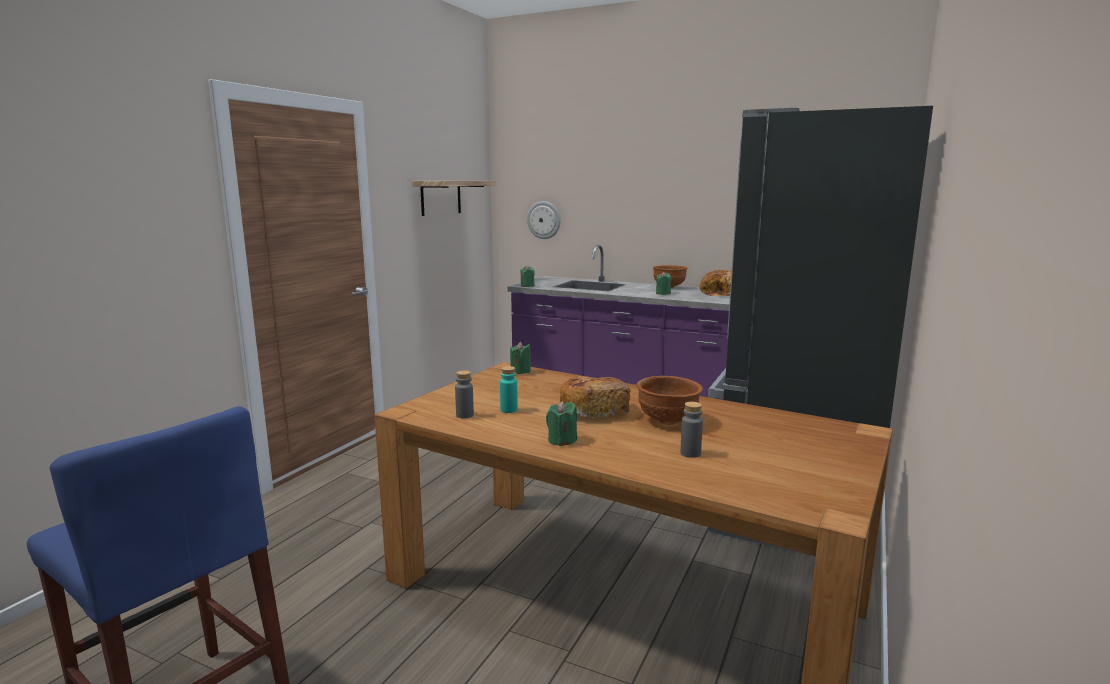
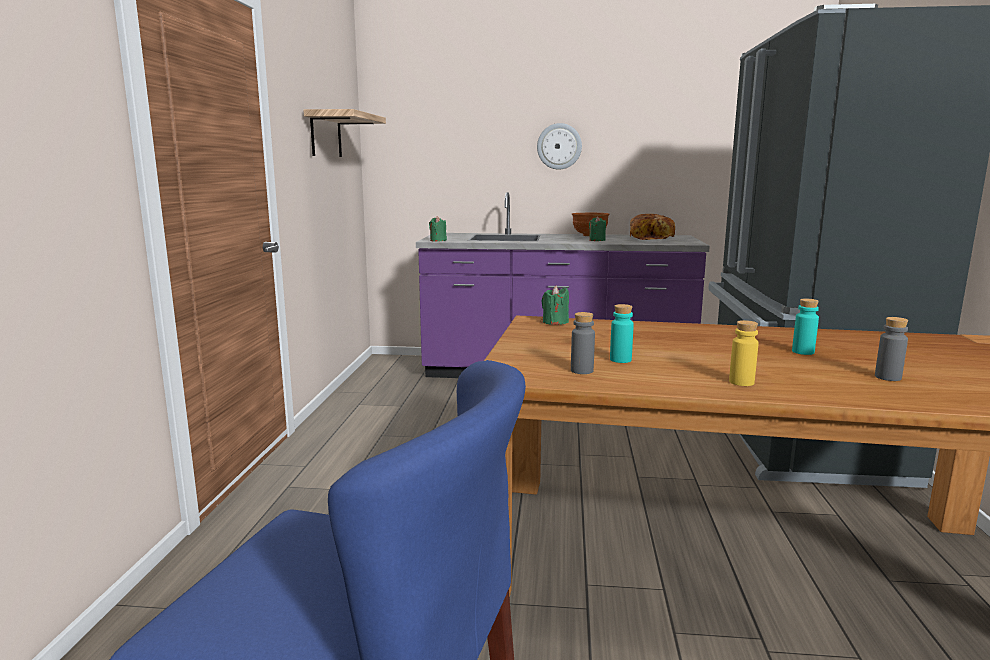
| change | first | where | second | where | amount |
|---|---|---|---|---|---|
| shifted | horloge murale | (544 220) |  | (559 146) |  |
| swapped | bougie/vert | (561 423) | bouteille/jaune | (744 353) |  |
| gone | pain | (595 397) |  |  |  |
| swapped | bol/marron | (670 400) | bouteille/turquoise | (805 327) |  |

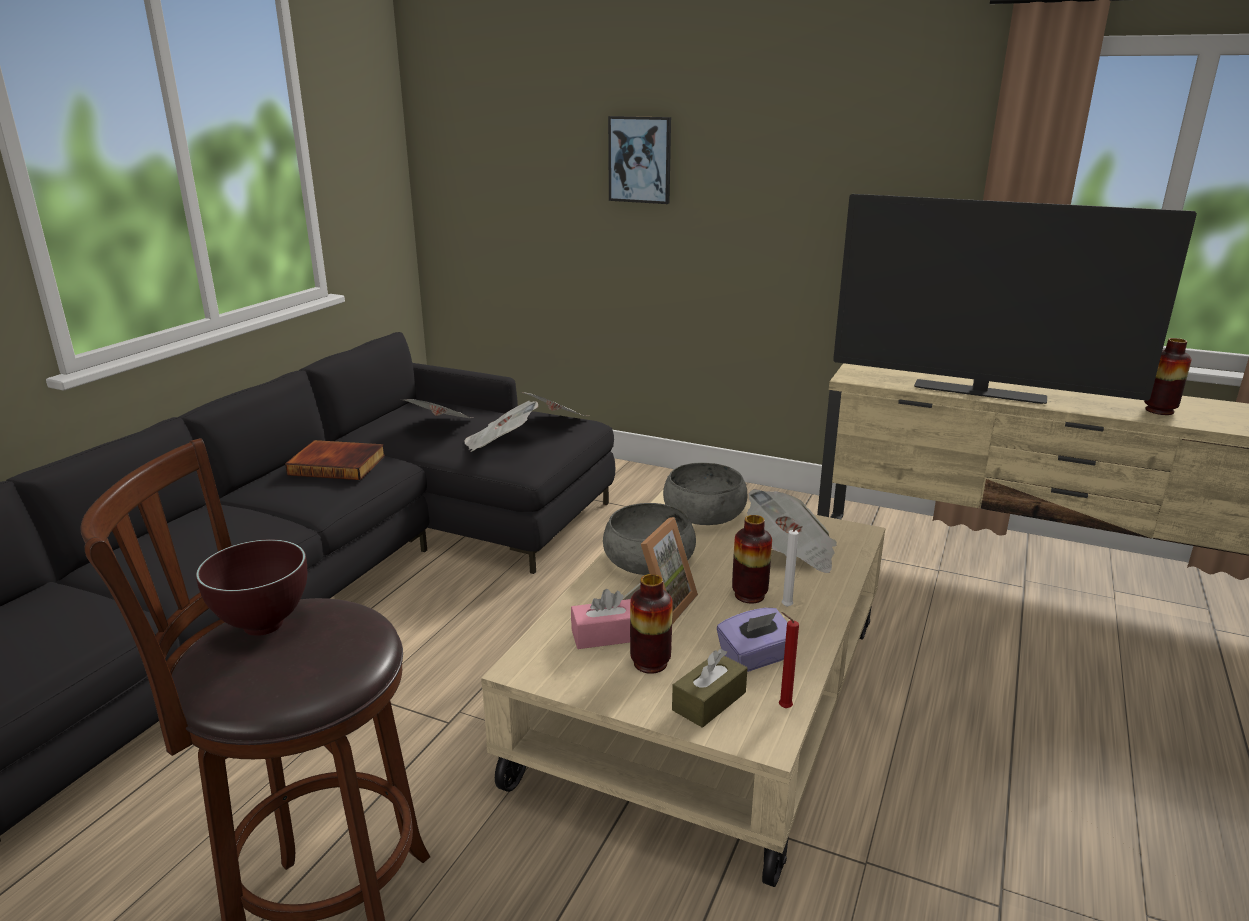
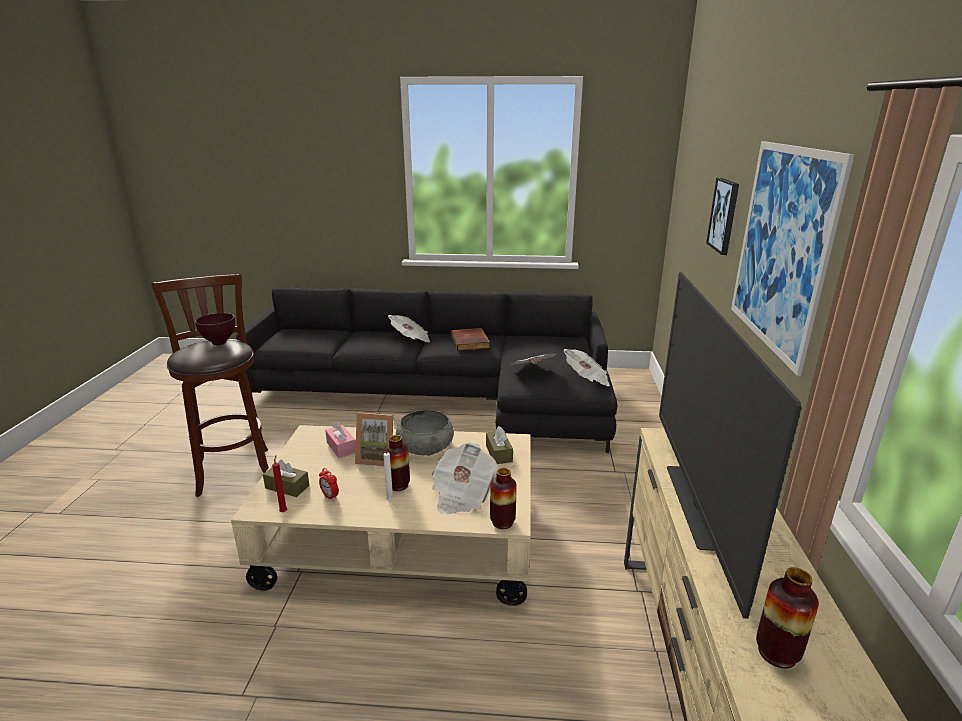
| change | first | where | second | where | amount |
|---|---|---|---|---|---|
| shifted | journal | (436 408) |  | (409 328) |  |
| shifted | vase | (651 624) |  | (503 498) |  |
| swapped | bol/gris | (705 494) | boîte à mouchoirs/marron | (499 445) |  |
| swapped | boîte à mouchoirs/violet | (752 640) | réveil | (329 484) |  |
| new |  |  | tableau | (793 258) |  |

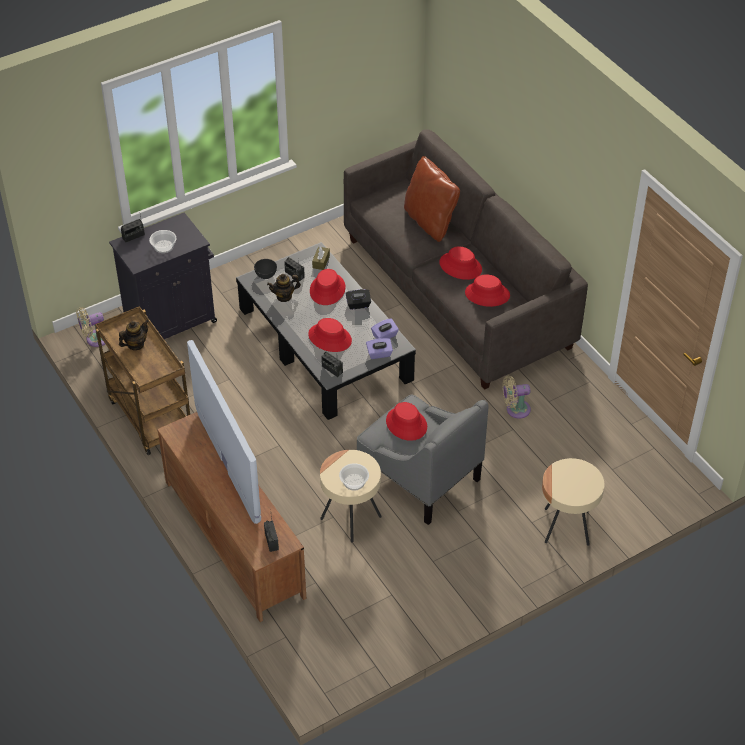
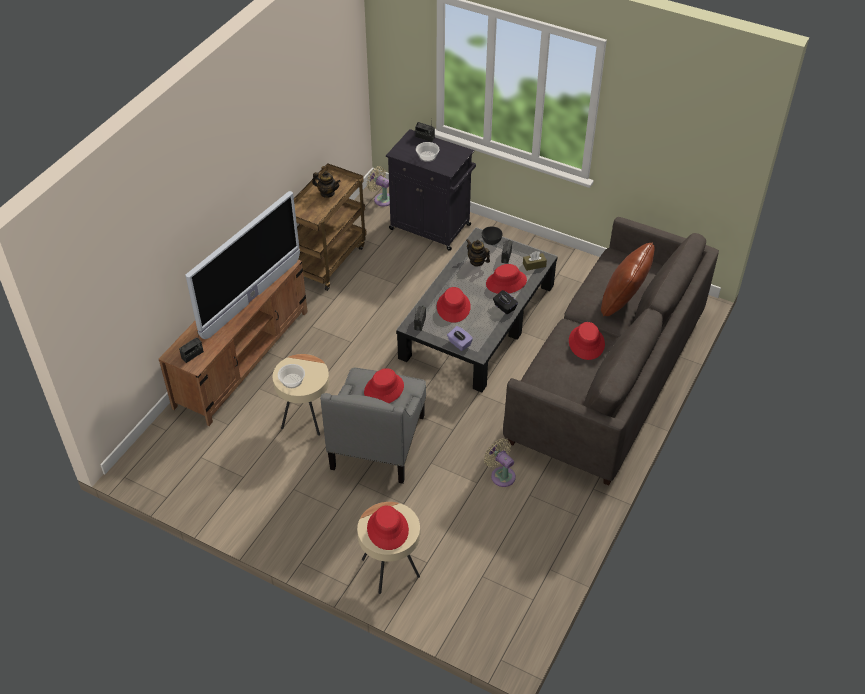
| change | first | where | second | where | amount |
|---|---|---|---|---|---|
| gone | boîte à mouchoirs/violet | (385 328) |  |  |  |
| shifted | chapeau/rouge | (487 290) |  | (388 528) |  |

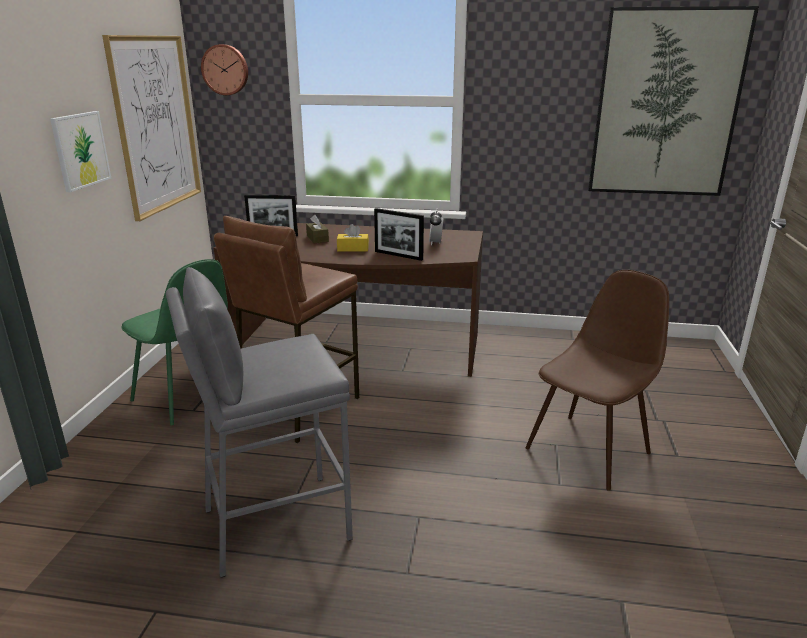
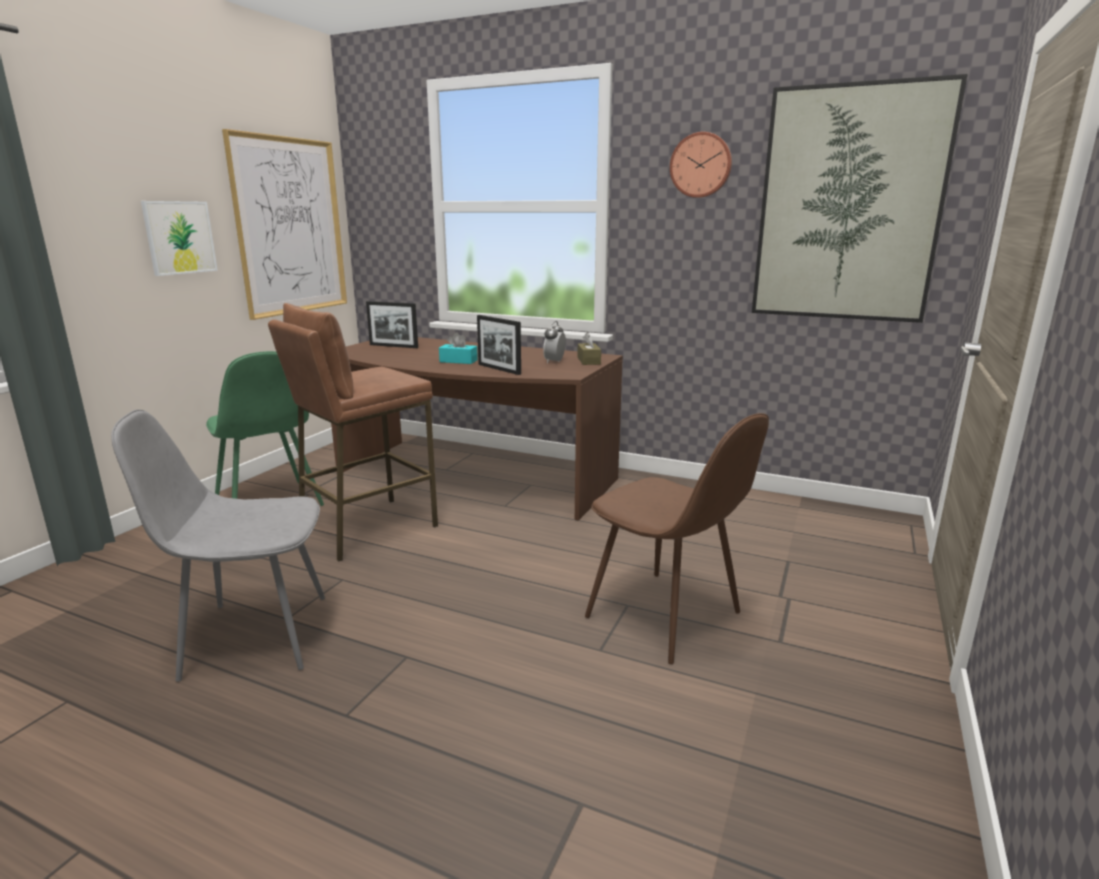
| change | first | where | second | where | amount |
|---|---|---|---|---|---|
| swapped | tabouret/gris | (259 422) | chaise/gris | (218 545) |  |
| shifted | horloge murale | (224 69) |  | (701 165) |  |
| shifted | boîte à mouchoirs/marron | (317 229) |  | (589 348) |  |
| repainted | boîte à mouchoirs/jaune | (353 238) | boîte à mouchoirs/turquoise | (458 348) |  |
| rotated | chaise/marron | (597 380) |  | (677 538) | 75 degrees clockwise |

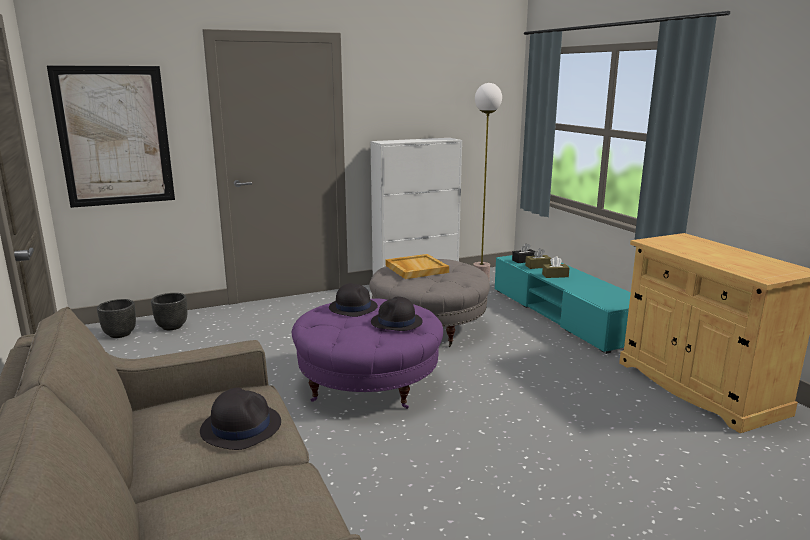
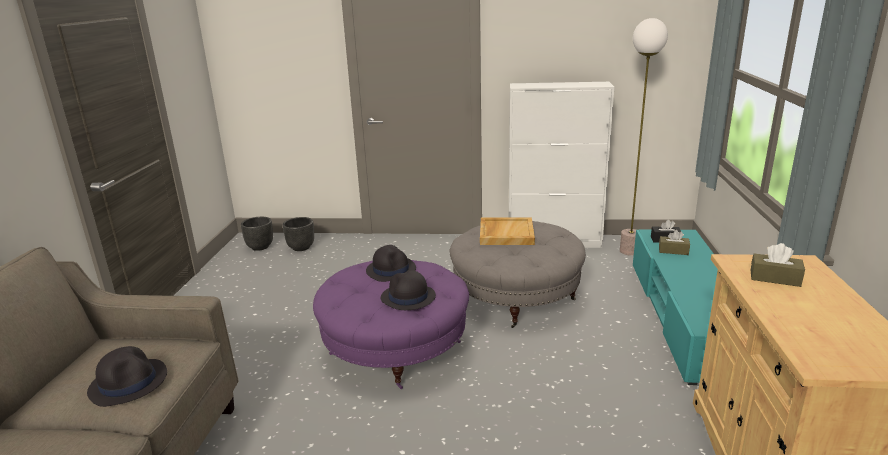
| change | first | where | second | where | amount |
|---|---|---|---|---|---|
| gone | tableau | (111 137) |  |  |  |
| shifted | boîte à mouchoirs/marron | (556 267) |  | (778 265) |  |

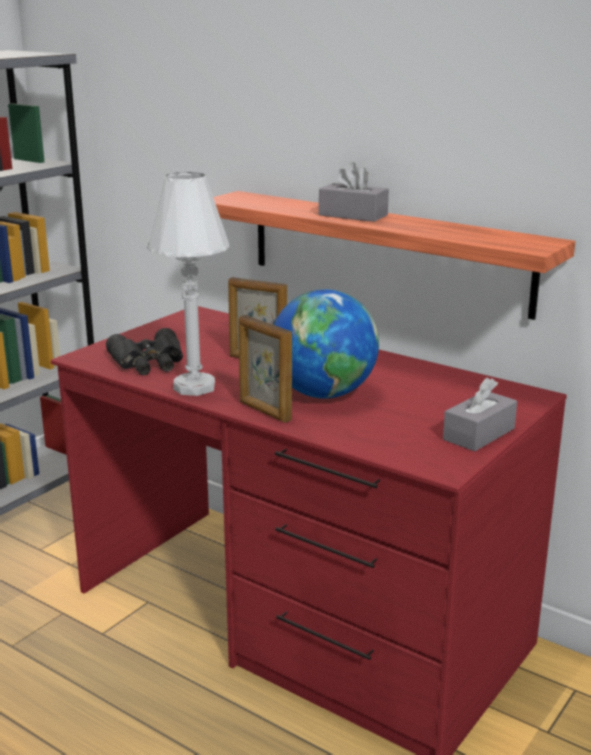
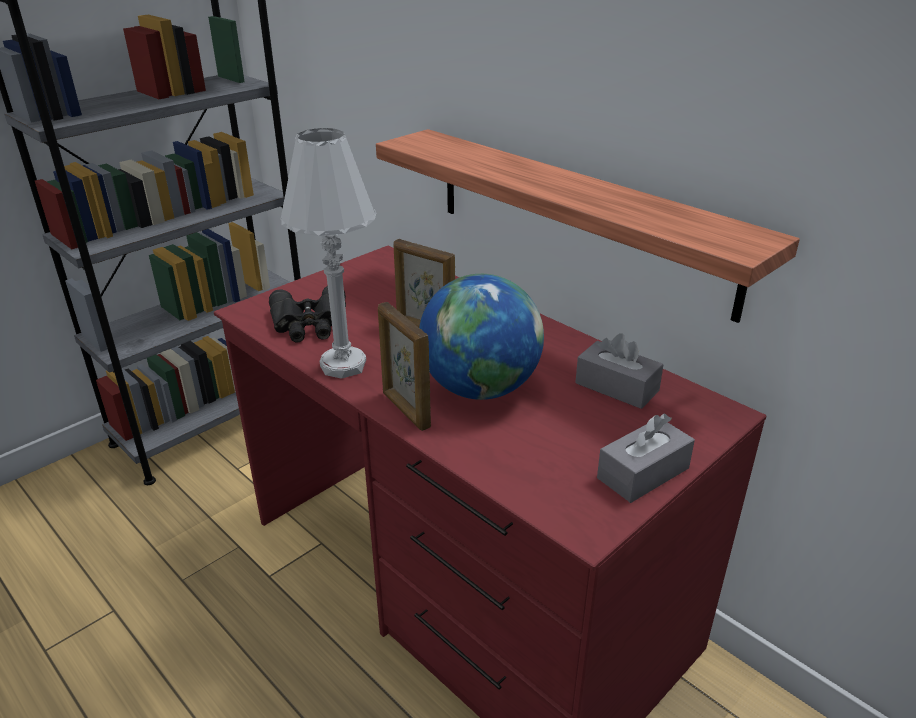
| change | first | where | second | where | amount |
|---|---|---|---|---|---|
| shifted | boîte à mouchoirs/gris | (354 192) |  | (619 371) |  |

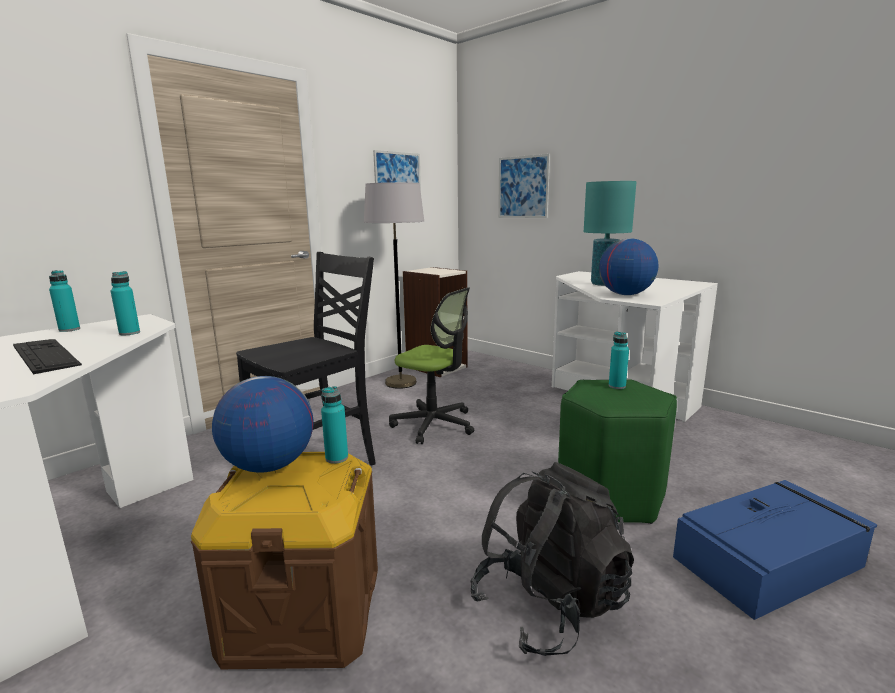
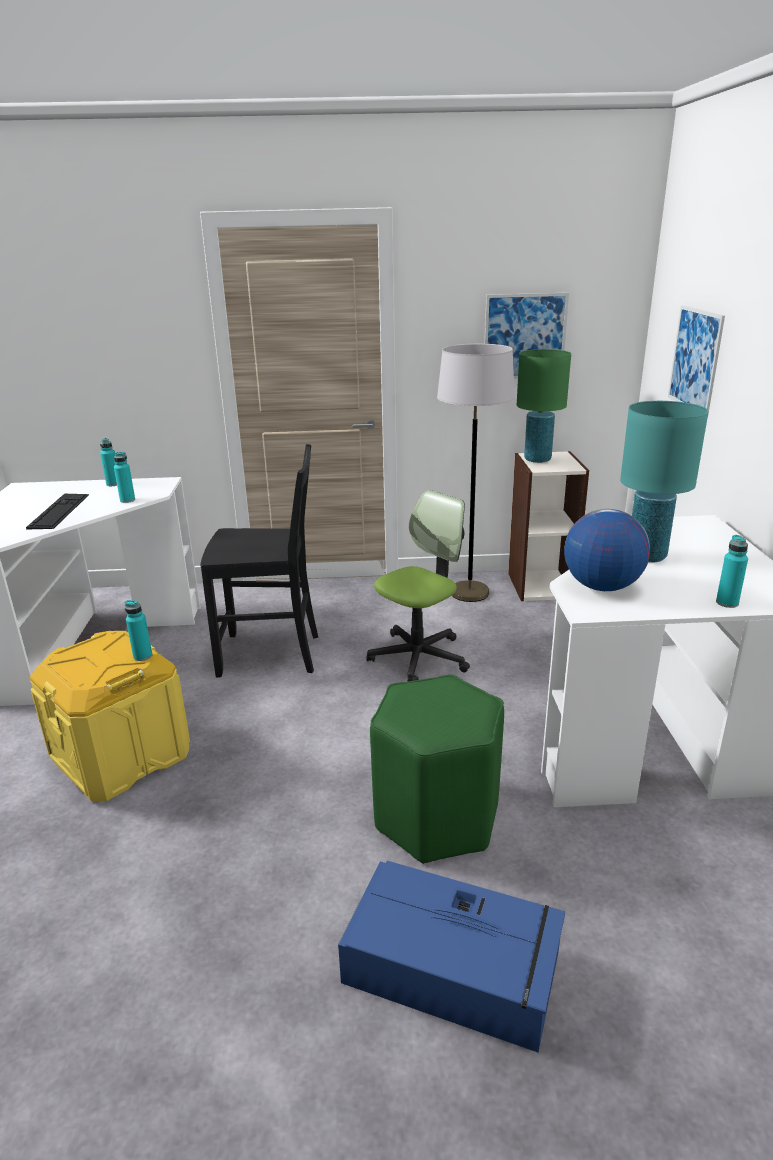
| change | first | where | second | where | amount |
|---|---|---|---|---|---|
| repainted | boîte de rangement/marron | (284 560) | boîte de rangement/jaune | (110 716) |  |
| gone | globe | (263 424) |  |  |  |
| rotated | chaise de bureau | (431 365) |  | (418 585) | 120 degrees counterclockwise |
| gone | sac à dos/noir | (552 559) |  |  |  |
| shifted | bouteille/turquoise | (619 360) |  | (732 571) |  |
| new |  |  | lampe de table/vert | (544 406) |  |

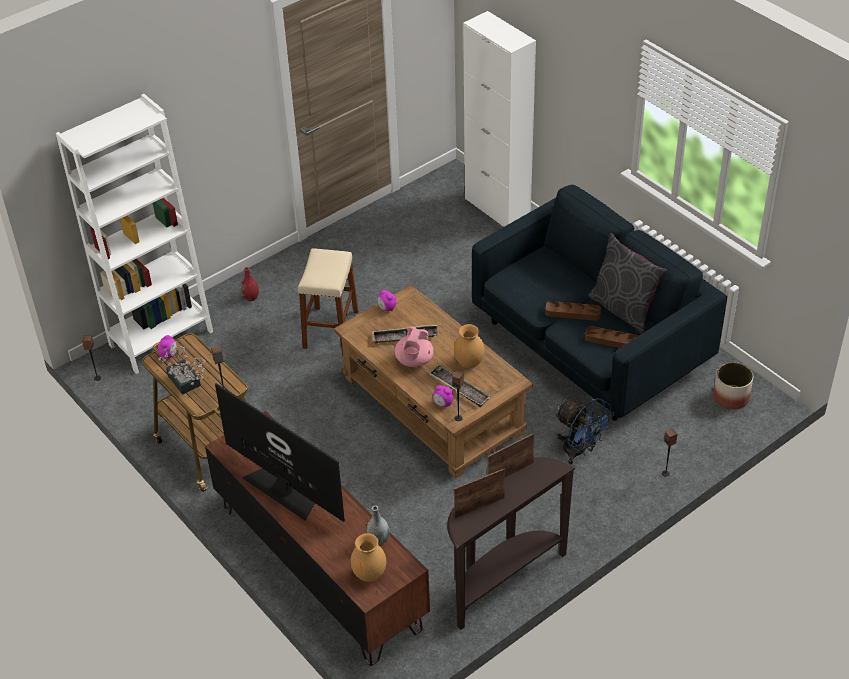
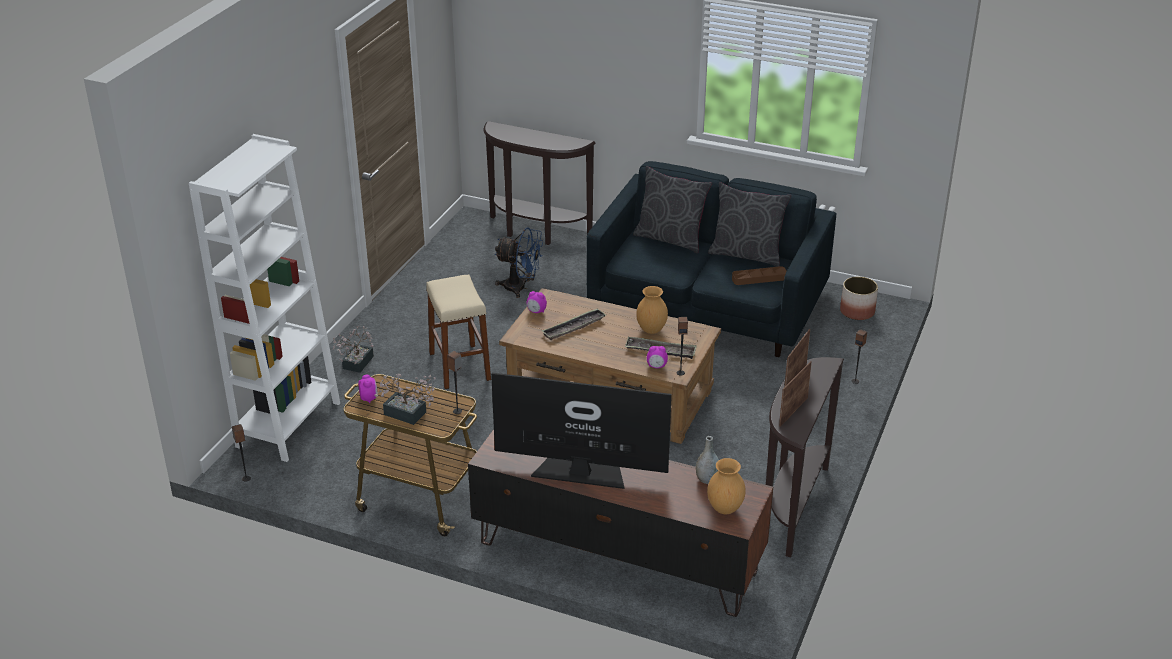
| change | first | where | second | where | amount |
|---|---|---|---|---|---|
| swapped | vase/rouge | (250 284) | plante en pot | (353 349) |  |
| gone | théière/rose | (414 347) |  |  |  |
| swapped | meuble de rangement/blanc | (499 119) | table console/marron | (539 183) |  |
| gone | plateau/marron | (573 311) |  |  |  |
| shifted | ventilateur/bleu | (584 431) |  | (519 262) |  |
| new |  |  | coussin/gris | (672 209) |  |

